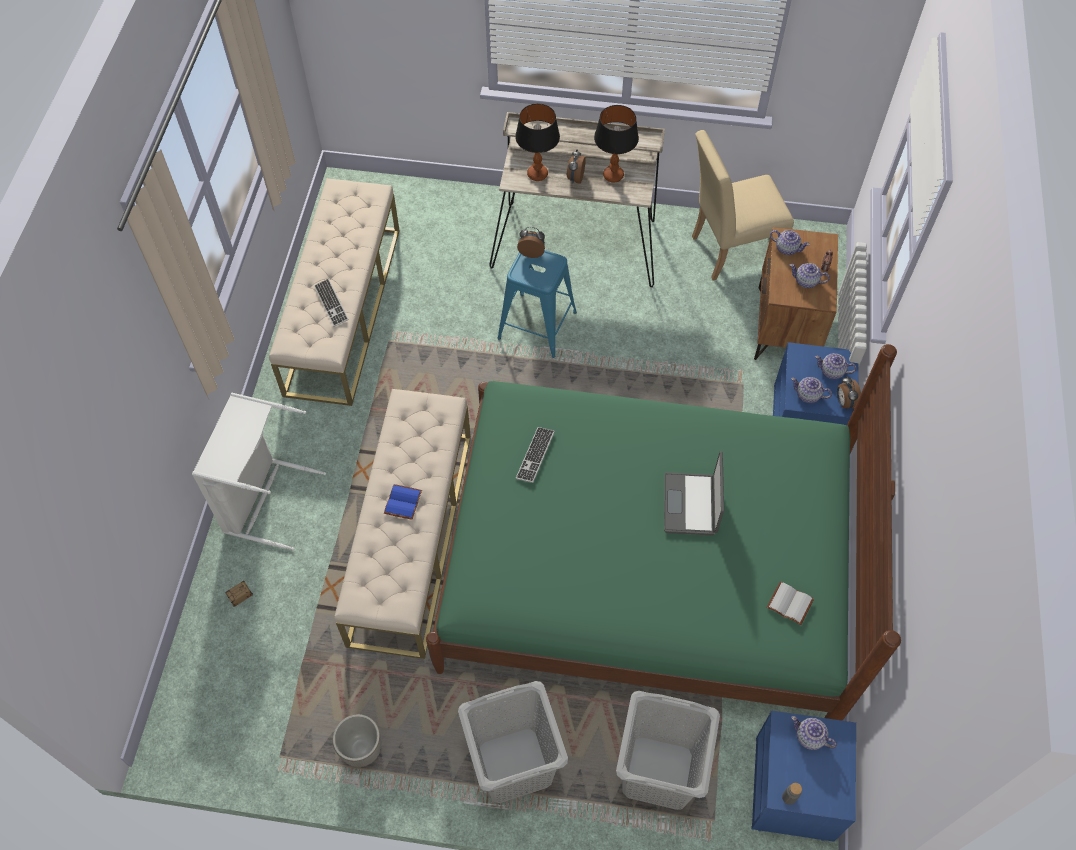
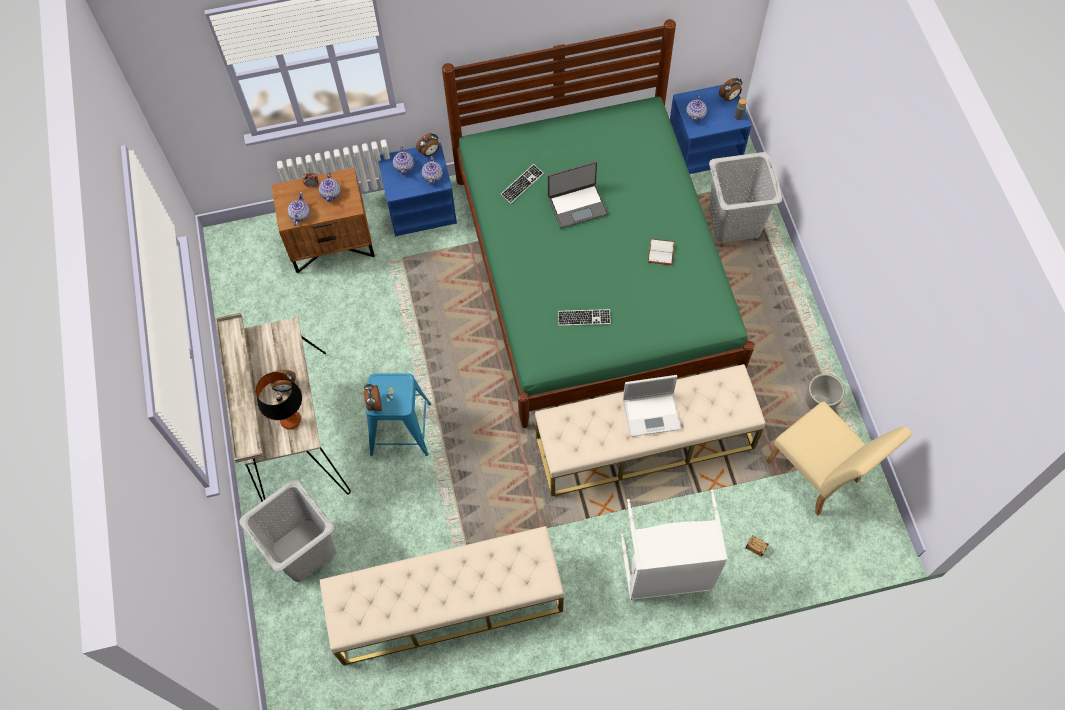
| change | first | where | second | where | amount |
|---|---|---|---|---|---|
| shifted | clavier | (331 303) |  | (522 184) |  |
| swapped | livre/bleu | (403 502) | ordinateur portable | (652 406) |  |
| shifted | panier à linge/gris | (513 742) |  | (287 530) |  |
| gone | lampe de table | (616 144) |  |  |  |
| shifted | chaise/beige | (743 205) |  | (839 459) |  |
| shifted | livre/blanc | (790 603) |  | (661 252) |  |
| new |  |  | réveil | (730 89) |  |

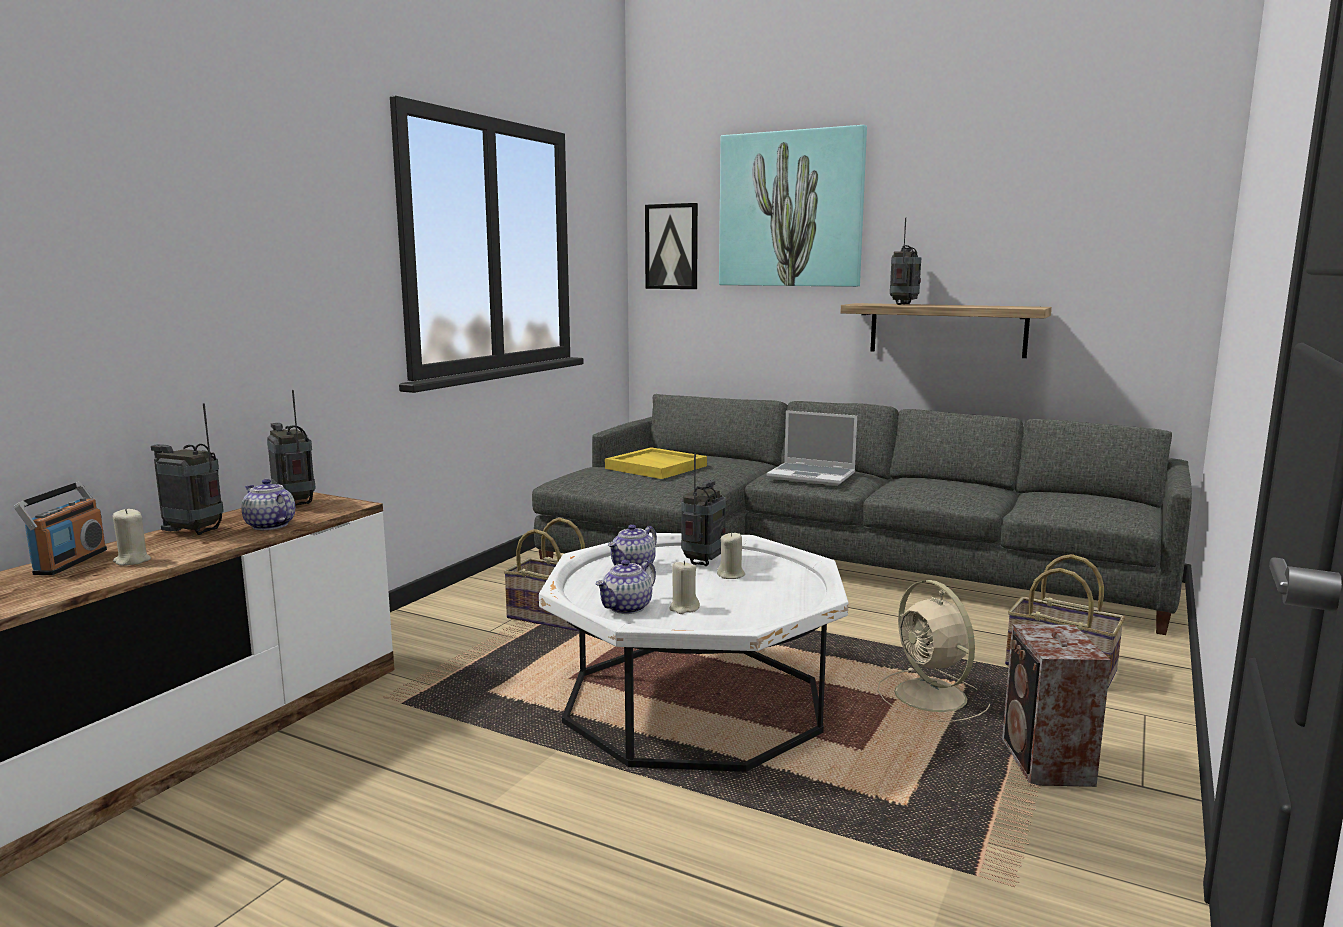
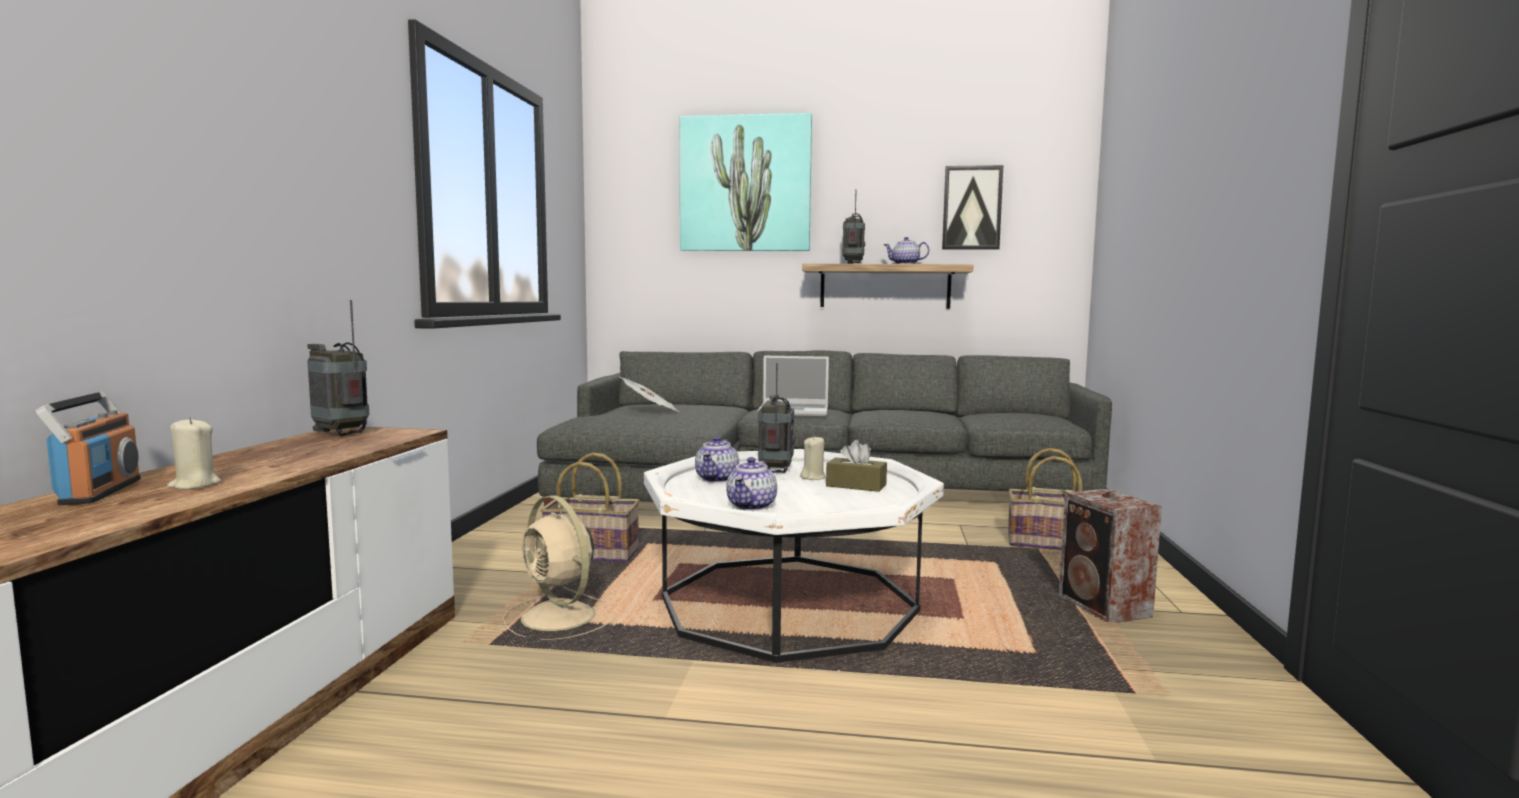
| change | first | where | second | where | amount |
|---|---|---|---|---|---|
| gone | radio | (187 469) |  |  |  |
| shifted | théière | (268 504) |  | (906 250) |  |
| swapped | plateau/jaune | (656 463) | journal | (648 394) |  |
| shifted | tableau | (671 246) |  | (972 207) |  |
| gone | bougie/beige | (684 587) |  |  |  |
| shifted | ventilateur/beige | (933 651) |  | (559 567) |  |
| new |  |  | boîte à mouchoirs/marron | (856 466) |  |

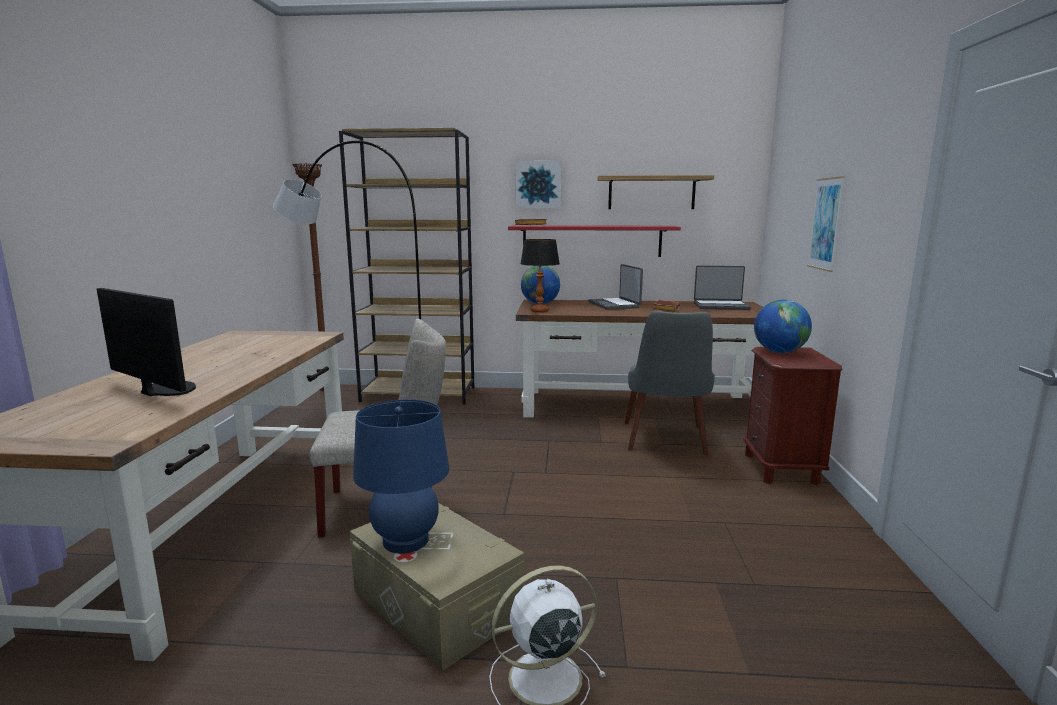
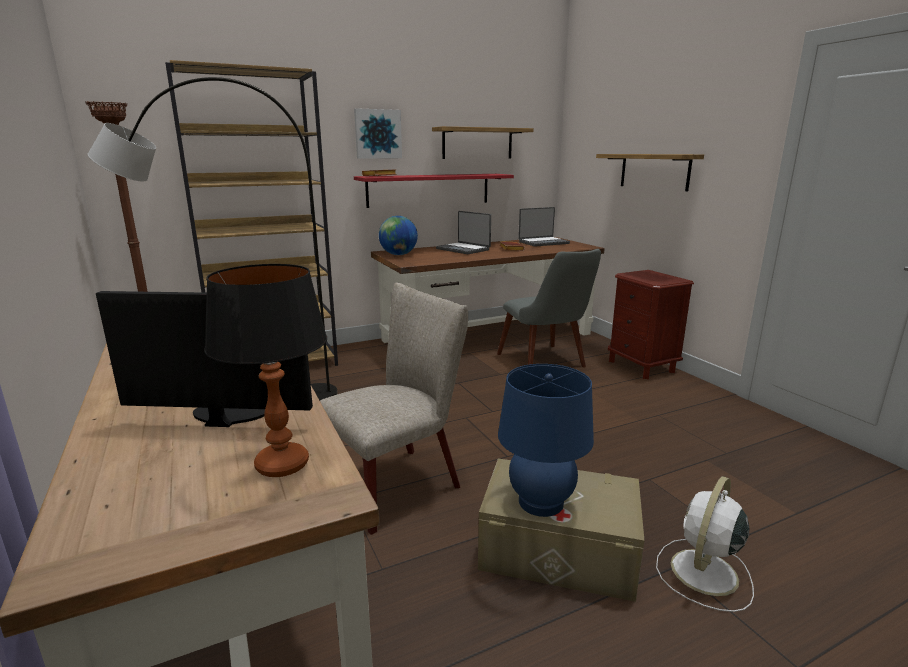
| change | first | where | second | where | amount |
|---|---|---|---|---|---|
| shifted | lampe de table | (540 276) |  | (265 370) |  |
| gone | globe | (783 326) |  |  |  |
| swapped | tableau | (826 224) | étagère | (650 172) |  |

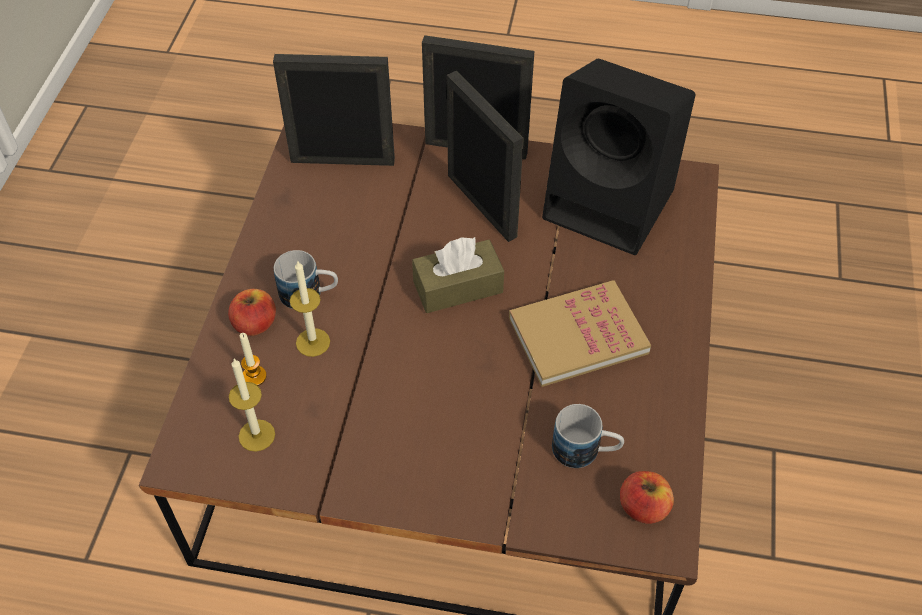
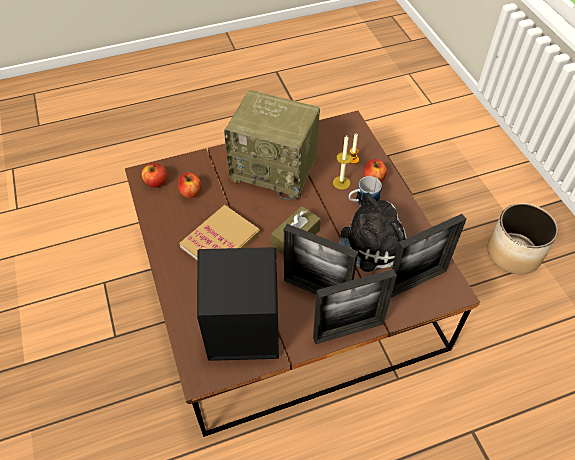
| change | first | where | second | where | amount |
|---|---|---|---|---|---|
| gone | bougie | (252 405) |  |  |  |
| swapped | mug | (588 436) | pomme | (189 185) |  |
| new |  |  | radio | (272 145) |  |
| new |  |  | peluche | (372 232) |  |
| new |  |  | cache-pot | (522 238) |  |

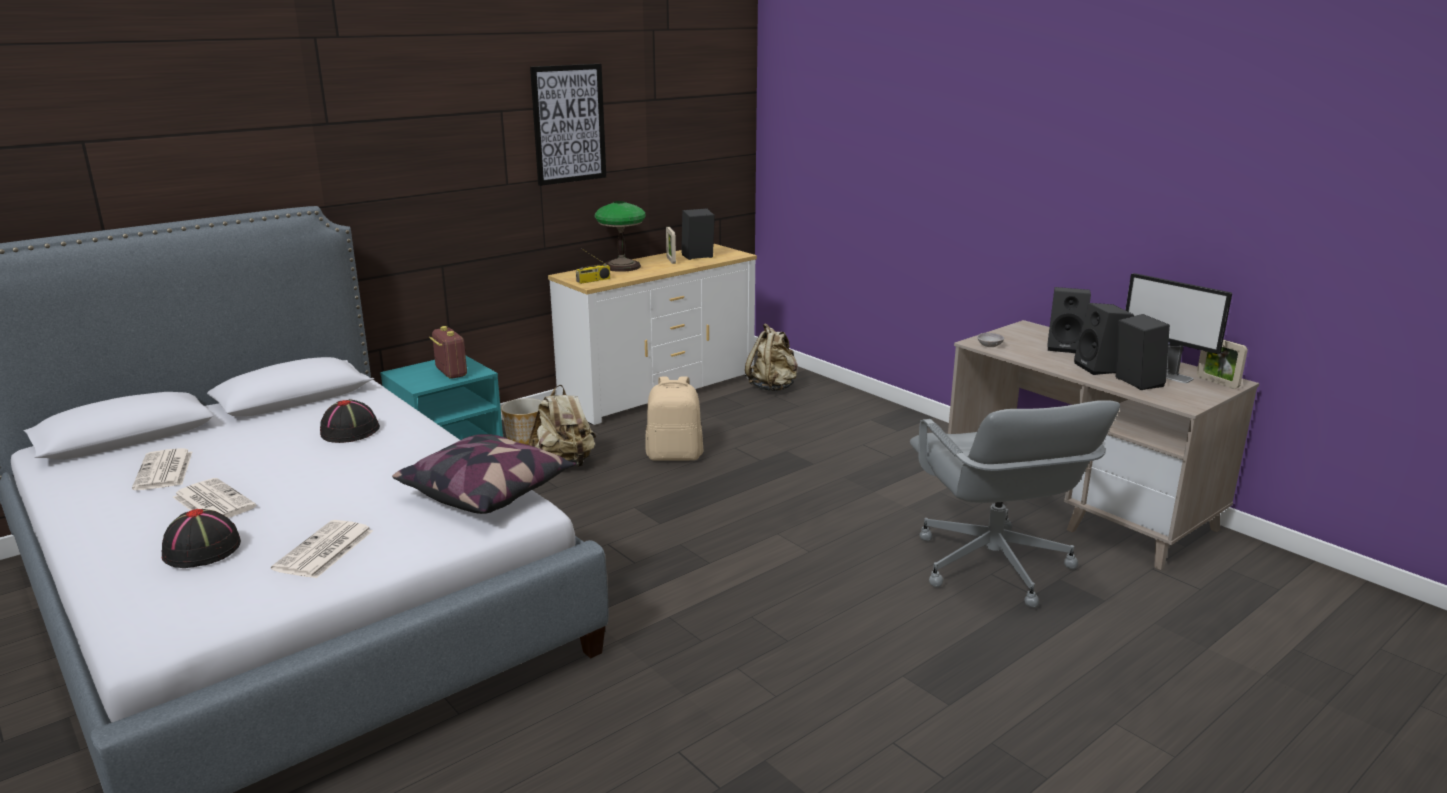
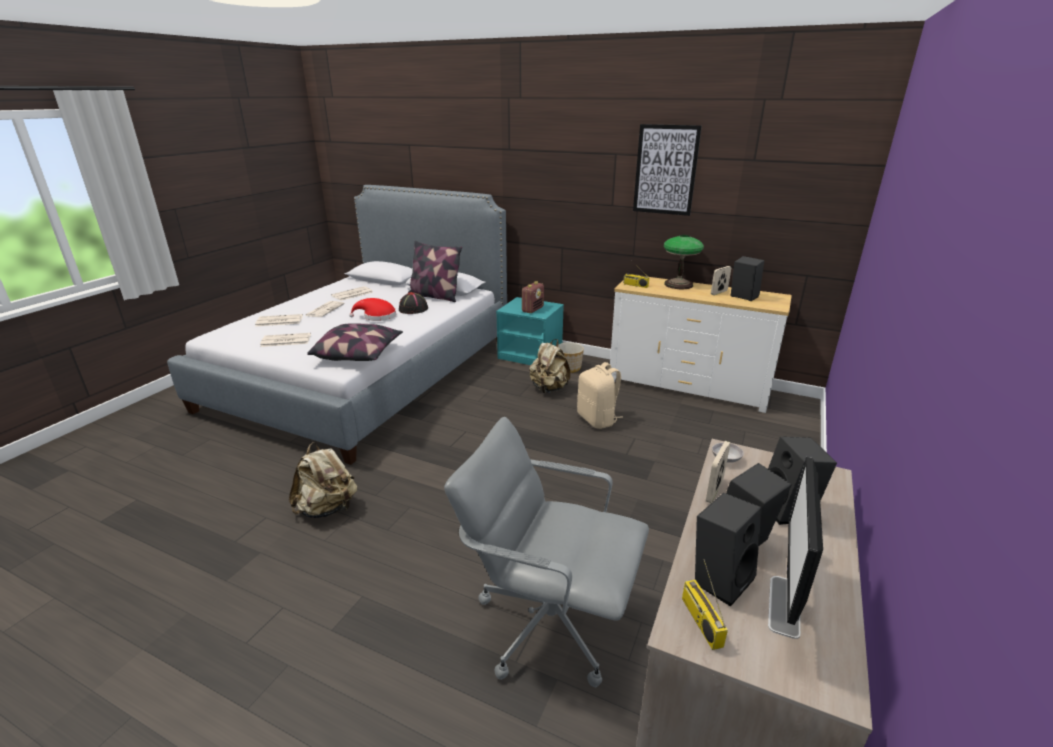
| change | first | where | second | where | amount |
|---|---|---|---|---|---|
| swapped | chapeau/noir | (201 538) | journal | (279 320) |  |
| shifted | sac à dos/beige | (771 357) |  | (323 480) |  |
| rotated | chaise de bureau/gris | (1015 504) |  | (546 552) | 60 degrees clockwise |
| shifted | cadre photo | (1222 364) |  | (718 472) |  |
| new |  |  | chapeau/rouge | (372 309) |  |
| new |  |  | coussin | (435 271) |  |
| new |  |  | radio | (705 604) |  |

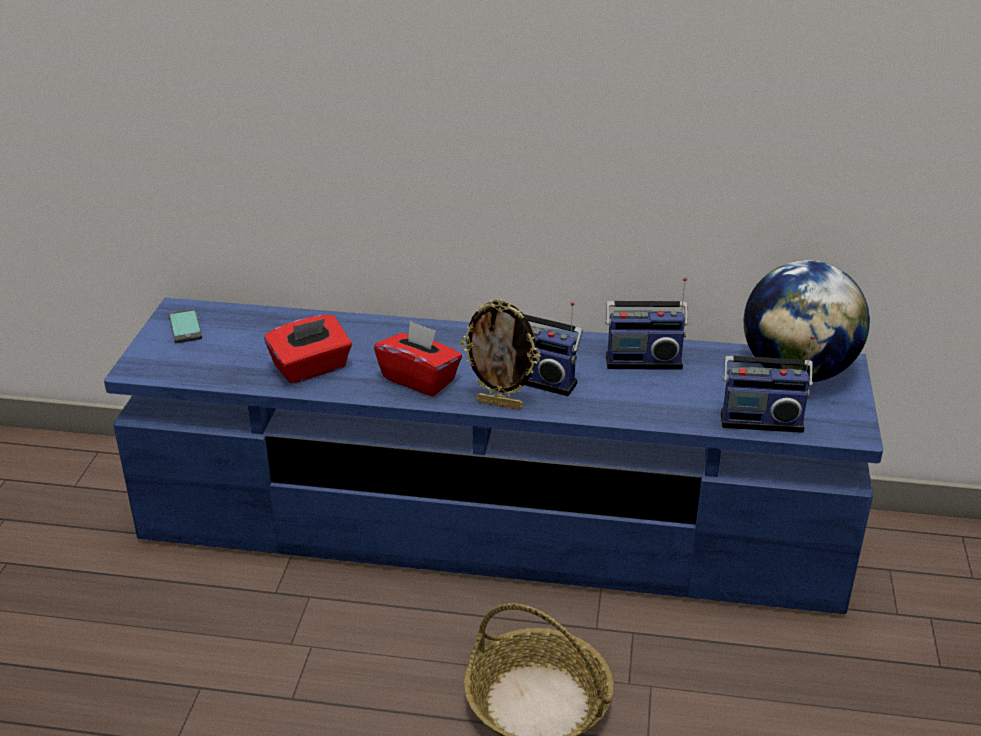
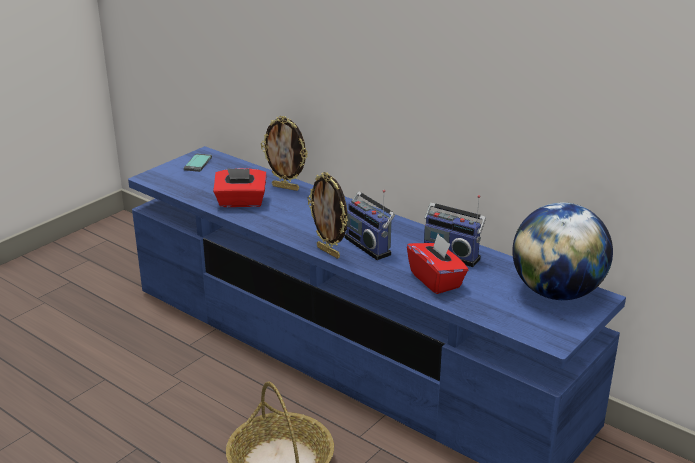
| change | first | where | second | where | amount |
|---|---|---|---|---|---|
| shifted | boîte à mouchoirs/rouge | (418 358) |  | (437 264) |  |
| gone | radio | (768 384) |  |  |  |
| new |  |  | cadre photo | (284 153) |  |

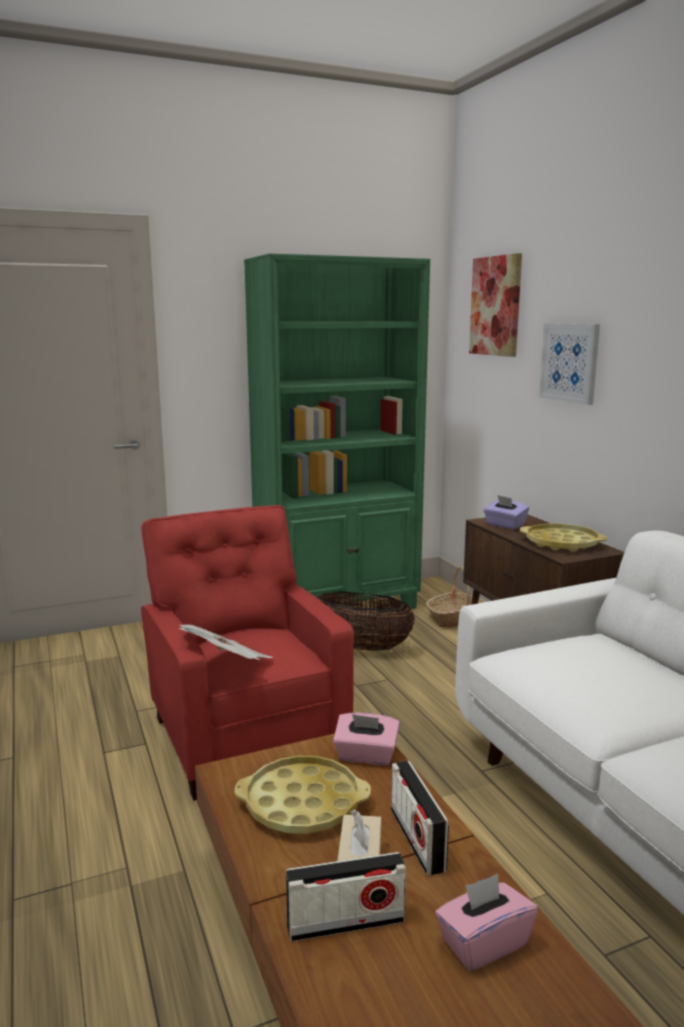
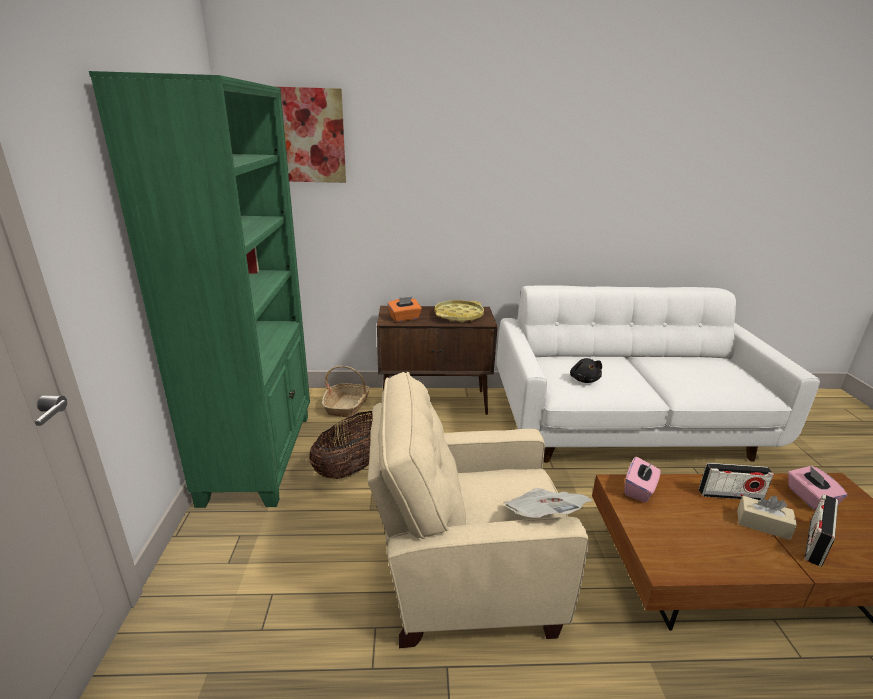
| change | first | where | second | where | amount |
|---|---|---|---|---|---|
| repainted | fauteuil/rouge | (247 653) | fauteuil/beige | (478 510) |  |
| gone | plateau/jaune | (303 795) |  |  |  |
| rotated | radio | (346 897) |  | (821 530) | 150 degrees counterclockwise |
| repainted | boîte à mouchoirs/violet | (506 512) | boîte à mouchoirs/orange | (404 309) |  |
| gone | tableau | (569 364) |  |  |  |
| new |  |  | peluche/noir | (586 370) |  |

